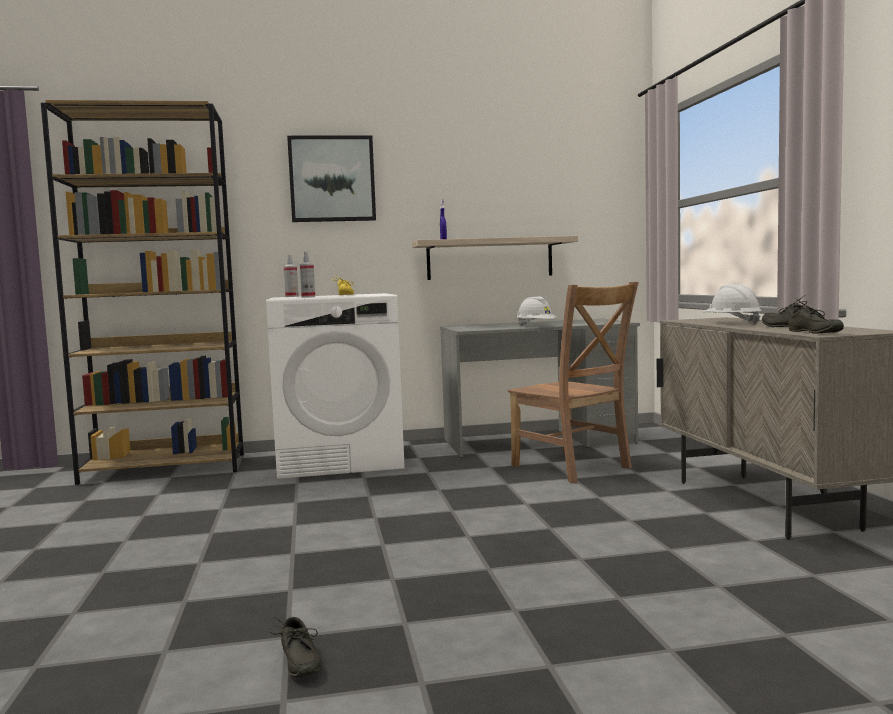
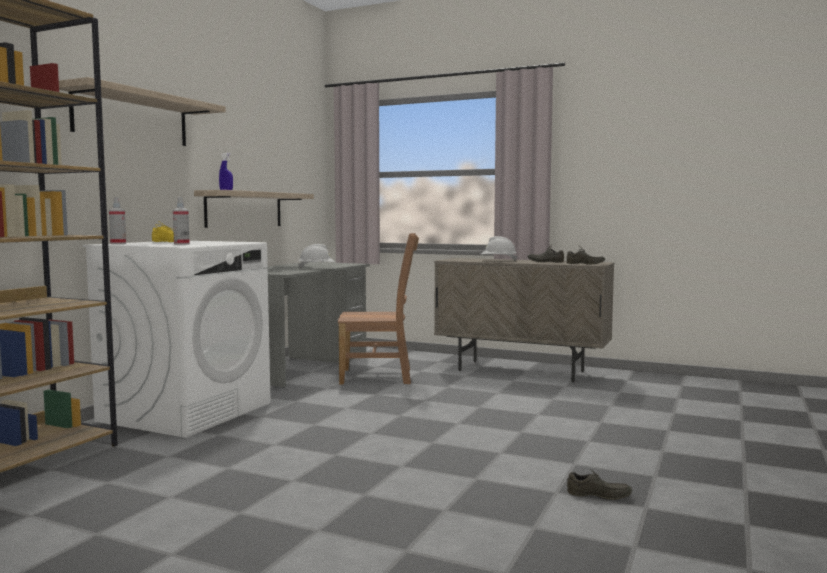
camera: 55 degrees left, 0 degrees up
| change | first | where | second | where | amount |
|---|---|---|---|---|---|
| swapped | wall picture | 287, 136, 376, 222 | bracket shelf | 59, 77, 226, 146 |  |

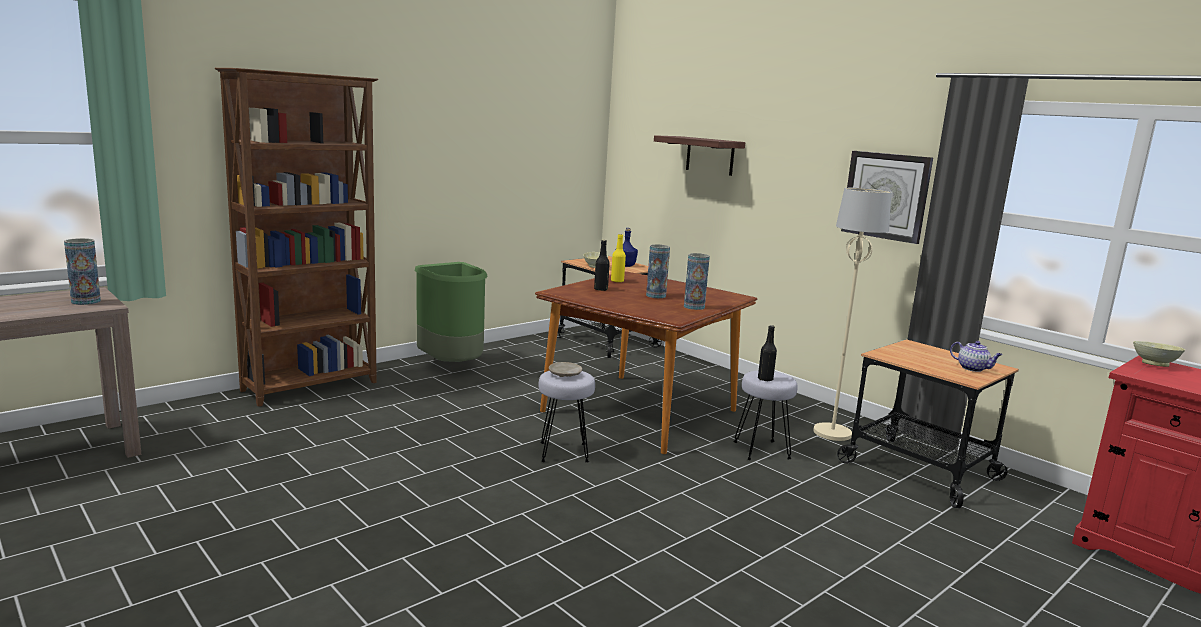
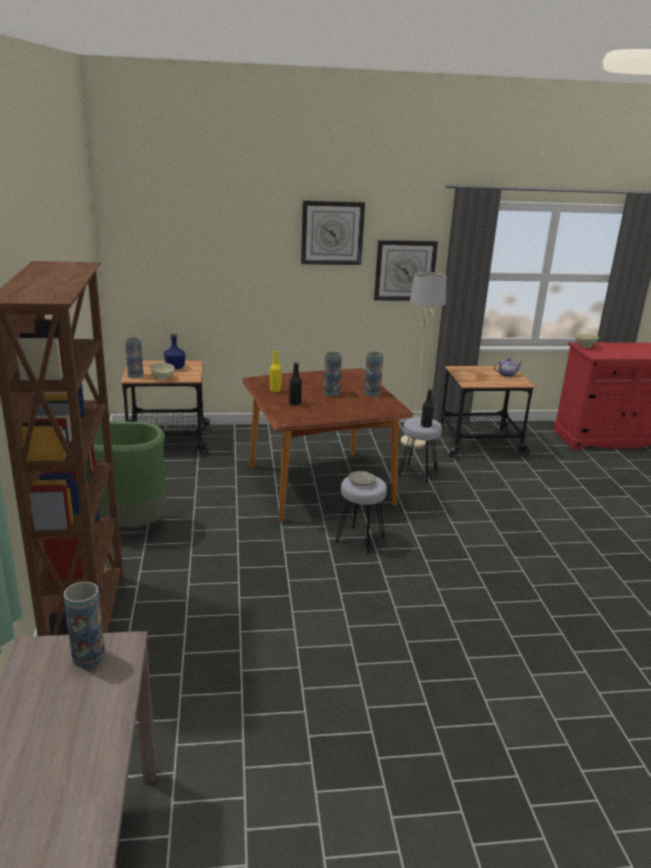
camera: 55 degrees left, 10 degrees up
| change | first | where | second | where | amount |
|---|---|---|---|---|---|
| gone | bracket shelf | 654, 135, 745, 176 |  |  |  |
| new |  |  | clock on the wall | 301, 200, 365, 265 |  |
| new |  |  | vase | 125, 337, 143, 378 |  |

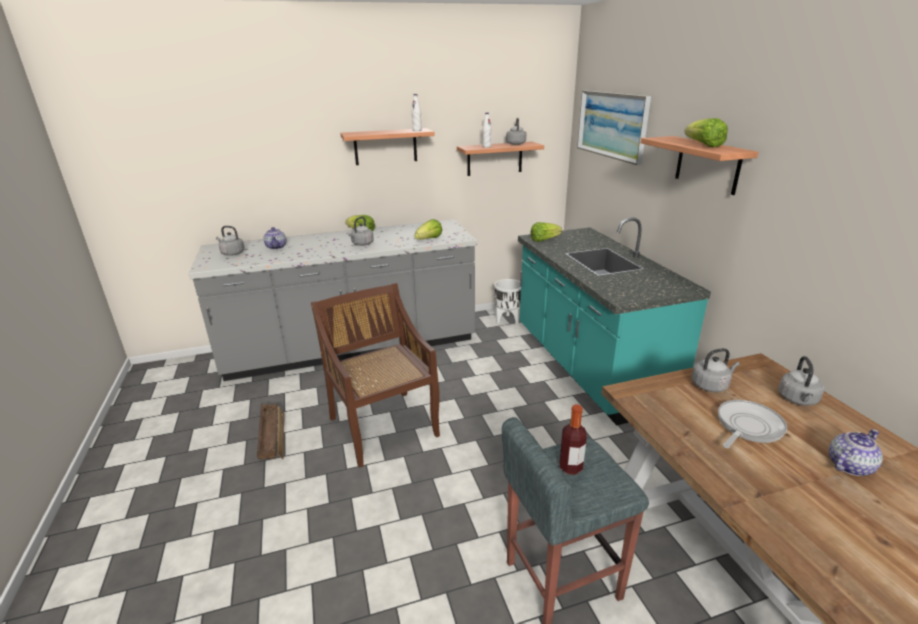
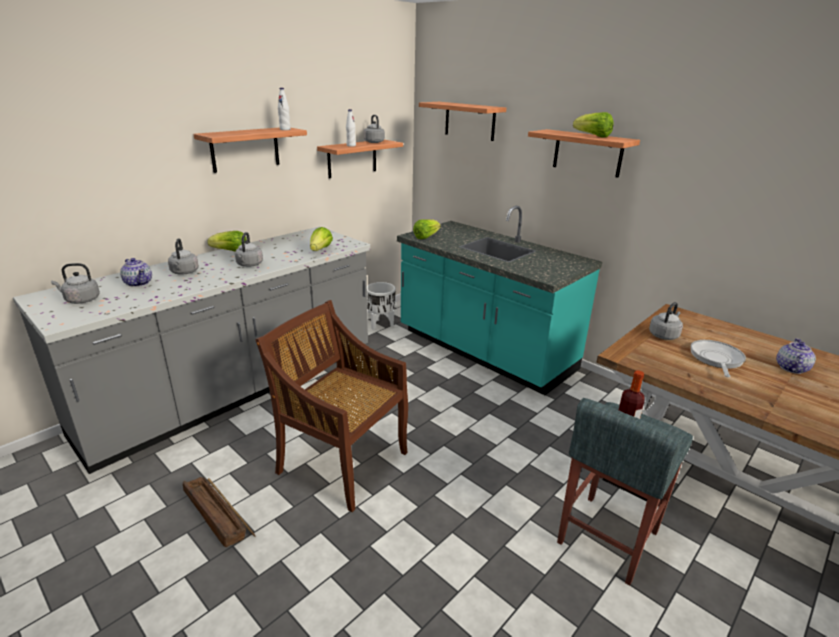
camera: 30 degrees left, 0 degrees up
| change | first | where | second | where | amount |
|---|---|---|---|---|---|
| swapped | wall picture | 577, 91, 651, 165 | bracket shelf | 419, 102, 506, 141 |  |
| shifted | water kettle in gray | 778, 356, 824, 406 |  | 168, 238, 199, 275 |  |

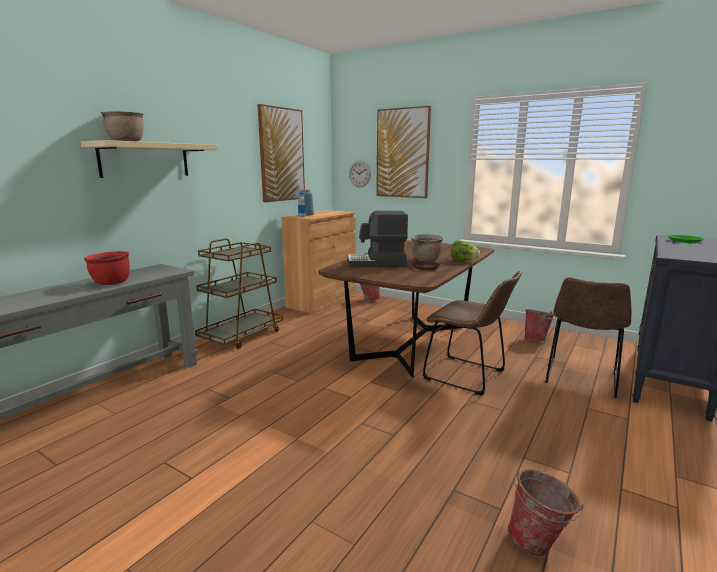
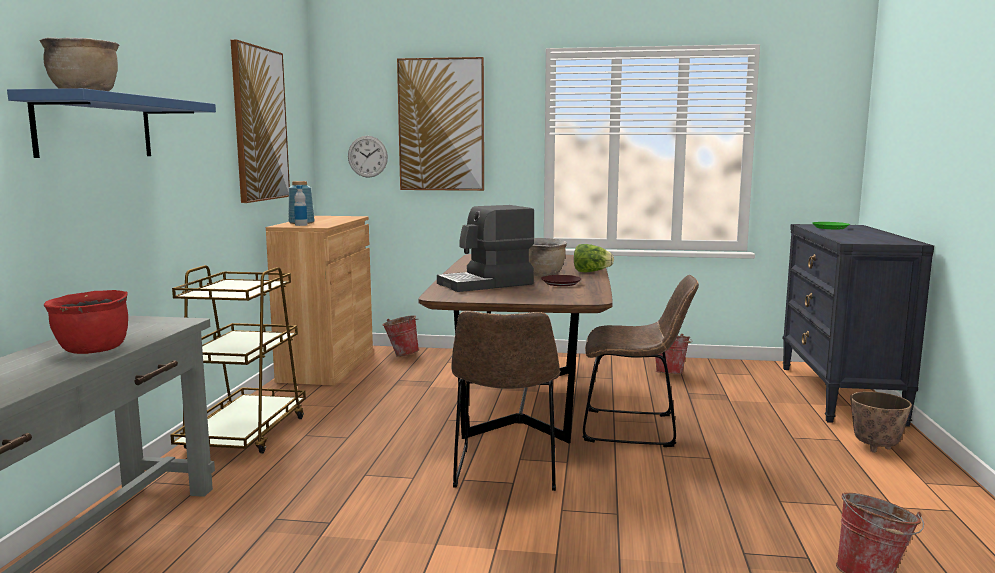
camera: 25 degrees left, 5 degrees down
| change | first | where | second | where | amount |
|---|---|---|---|---|---|
| repainted | bracket shelf in beige | 81, 140, 218, 178 | bracket shelf in blue-coloured | 7, 88, 216, 158 |  |
| shifted | upright chair in brown-coloured | 545, 277, 632, 398 |  | 451, 311, 560, 491 |  |
| new |  |  | flower pot | 850, 391, 912, 453 |  |

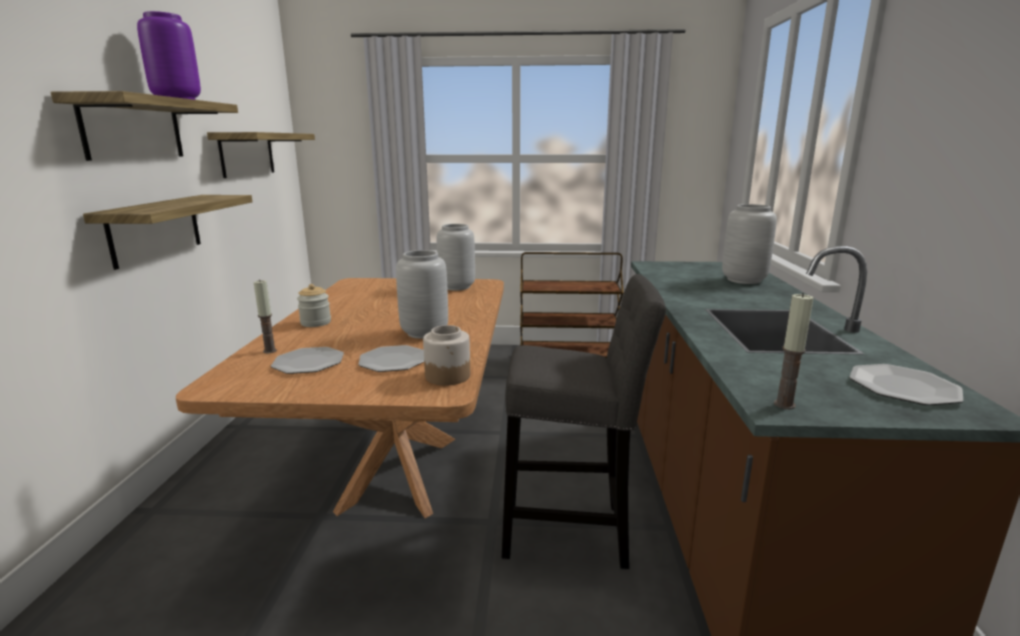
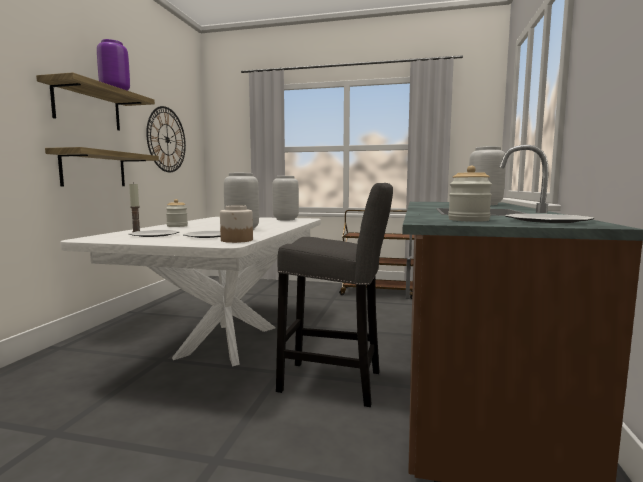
camera: 10 degrees right, 10 degrees down
| change | first | where | second | where | amount |
|---|---|---|---|---|---|
| swapped | bracket shelf | 207, 132, 315, 178 | clock on the wall | 146, 106, 186, 172 |  |
| repainted | dining table in brown-coloured | 176, 278, 504, 518 | dining table in whitish | 60, 217, 321, 366 |  |
| gone | candle | 774, 293, 814, 409 |  |  |  |
| new |  |  | jar | 448, 166, 492, 222 |  |

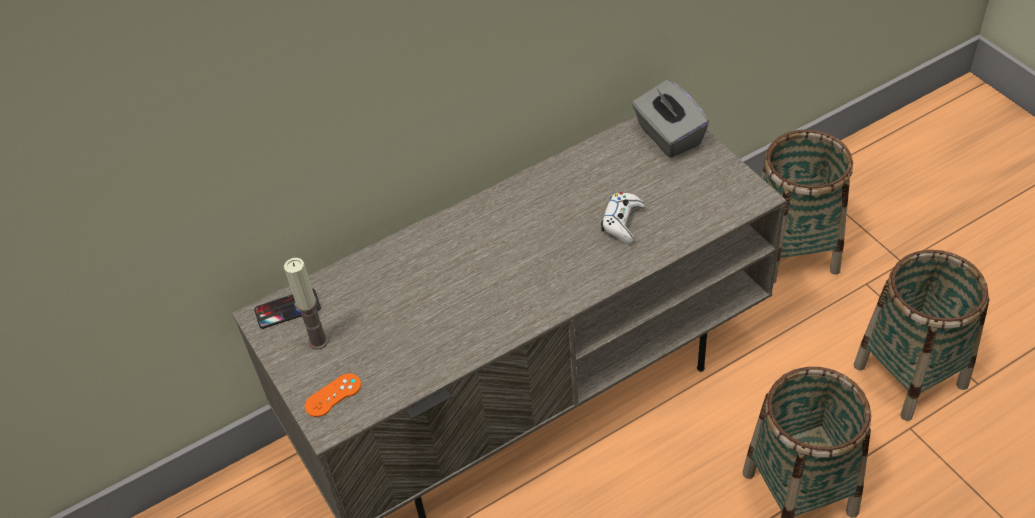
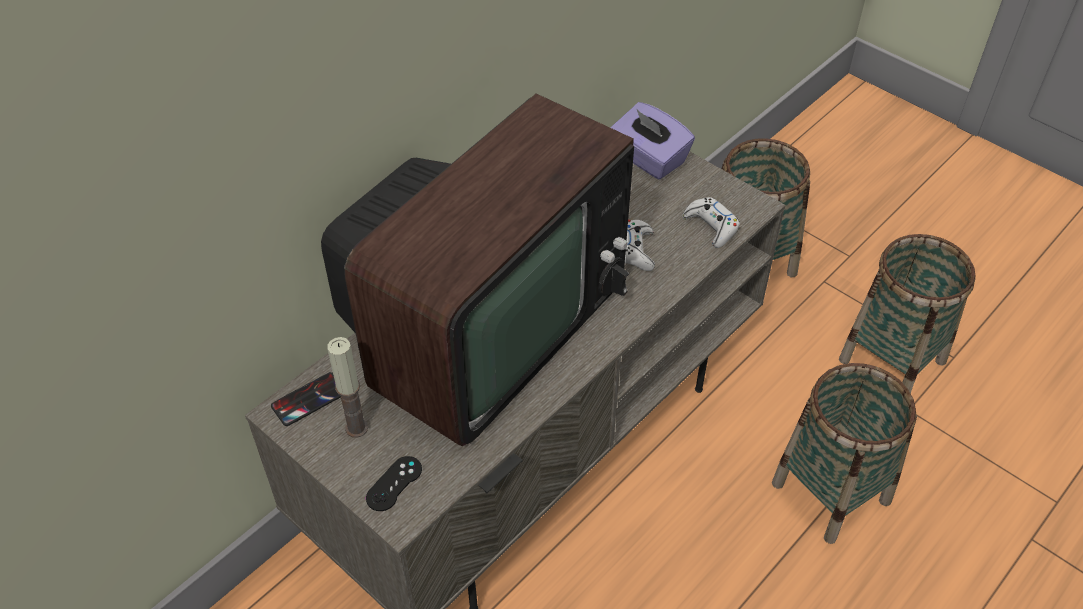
camera: 20 degrees left, 0 degrees up
| change | first | where | second | where | amount |
|---|---|---|---|---|---|
| repainted | box of tissues in gray | 632, 80, 709, 158 | box of tissues in purple-coloured | 610, 102, 695, 179 |  |
| repainted | gamepad in orangey | 305, 373, 361, 417 | gamepad in black-coloured | 366, 456, 422, 511 |  |
| new |  |  | TV | 321, 93, 634, 446 |  |
| new |  |  | gamepad in whitish | 682, 197, 740, 248 |  |

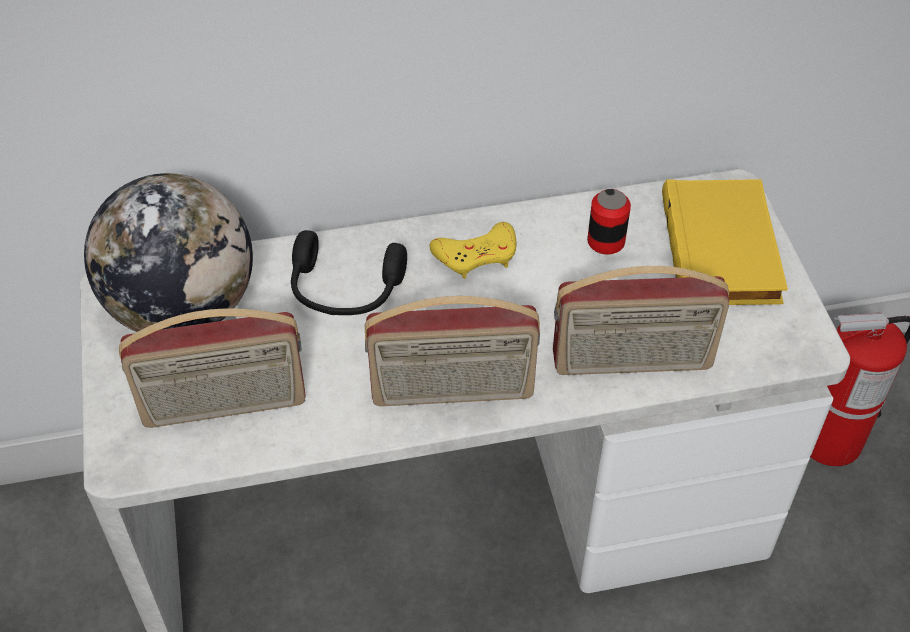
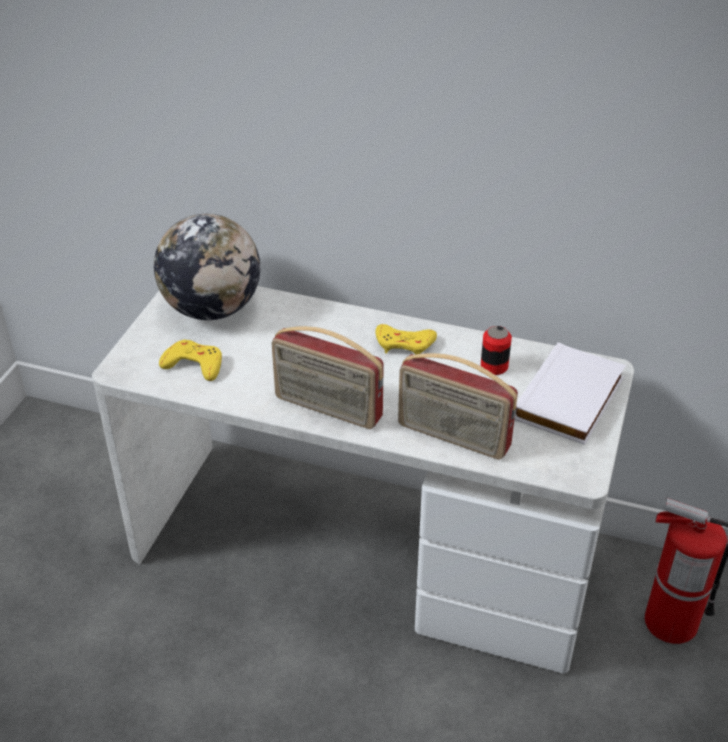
camera: 30 degrees right, 10 degrees down
| change | first | where | second | where | amount |
|---|---|---|---|---|---|
| repainted | volume in yellowish | 662, 179, 788, 305 | volume in whitish | 514, 342, 626, 445 |  |
| gone | headset in black-coloured | 291, 230, 407, 315 |  |  |  |
| swapped | radio set | 119, 309, 306, 428 | gamepad in yellowish | 159, 340, 222, 381 |  |

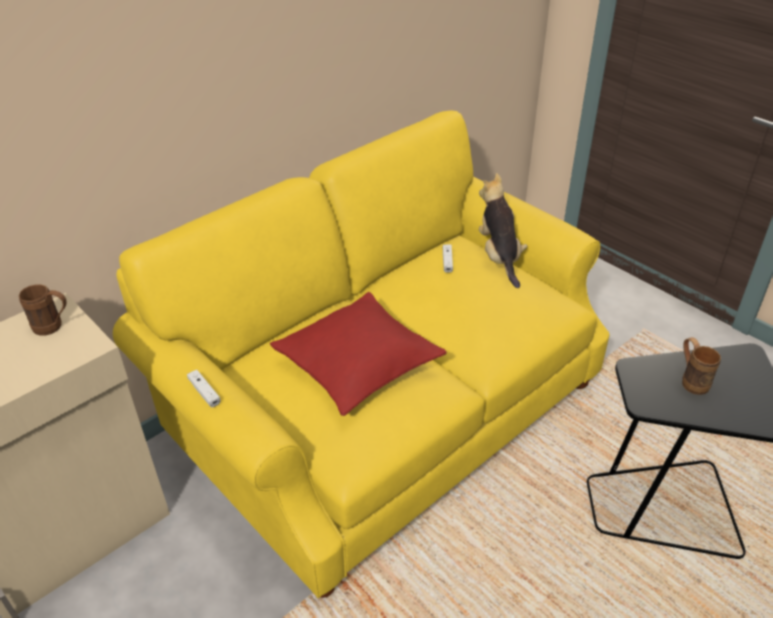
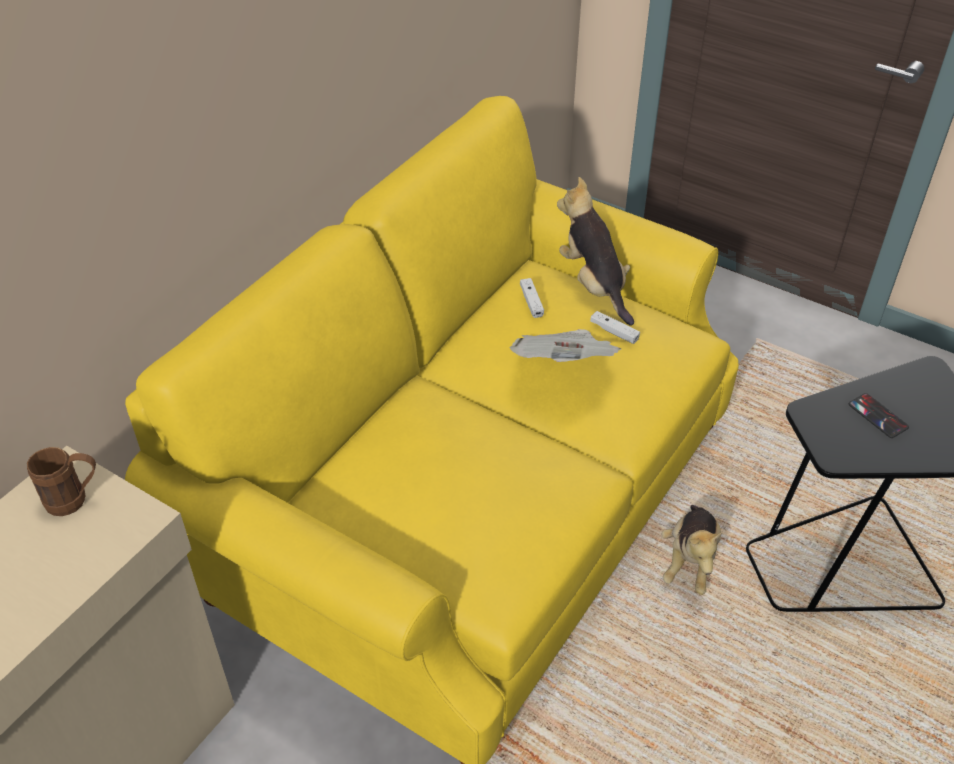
camera: 15 degrees left, 5 degrees up
| change | first | where | second | where | amount |
|---|---|---|---|---|---|
| gone | cushion in reddish | 270, 292, 447, 416 |  |  |  |
| swapped | mug in brown-coloured | 682, 337, 721, 395 | handset | 849, 393, 909, 438 |  |
| shifted | gamepad in whitish | 187, 370, 221, 407 |  | 590, 311, 640, 344 |  |
| new |  |  | daily paper | 510, 329, 621, 362 |  |
| new |  |  | cuddly toy | 662, 505, 723, 595 |  |

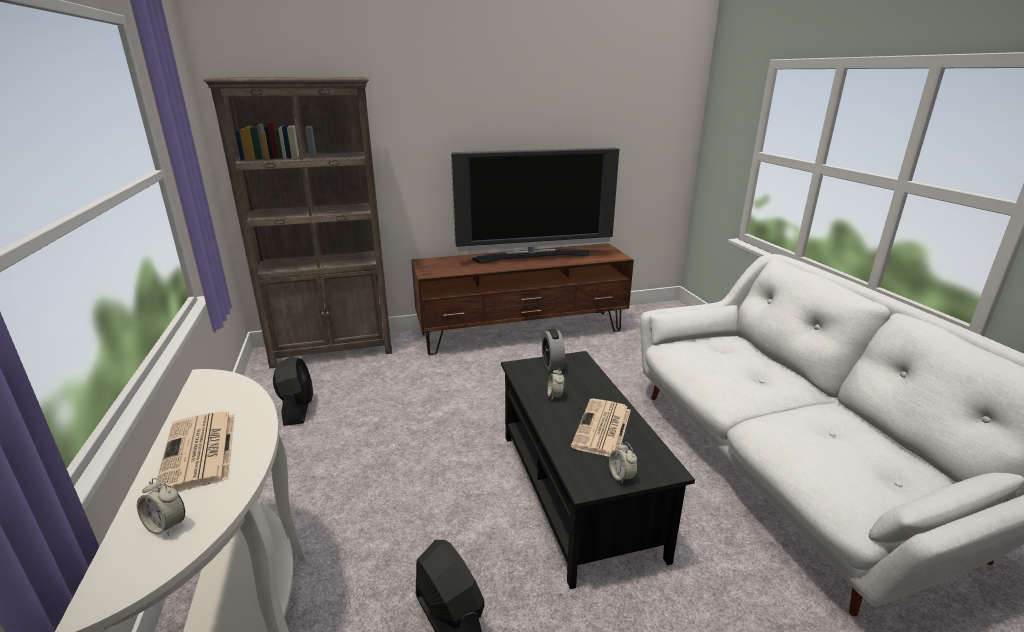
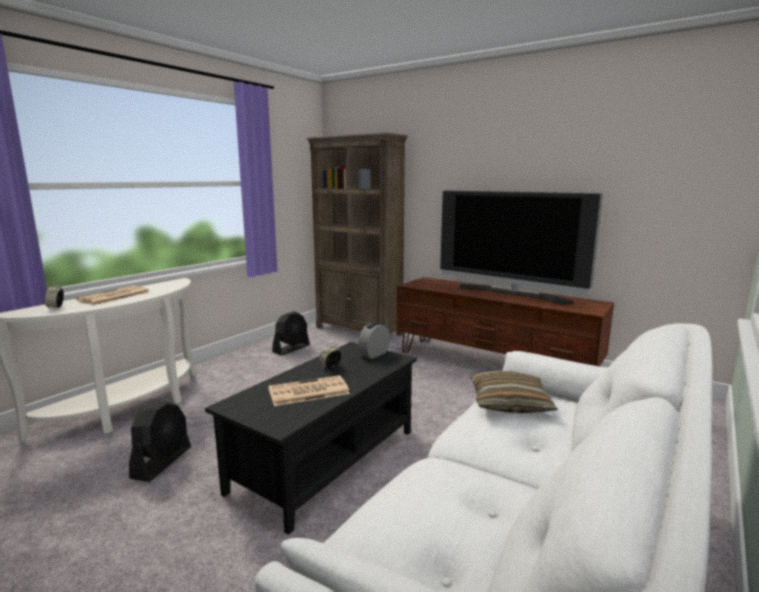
camera: 50 degrees right, 10 degrees down
| change | first | where | second | where | amount |
|---|---|---|---|---|---|
| gone | alarm clock | 609, 442, 638, 485 |  |  |  |
| new |  |  | cushion | 470, 371, 558, 413 |  |

